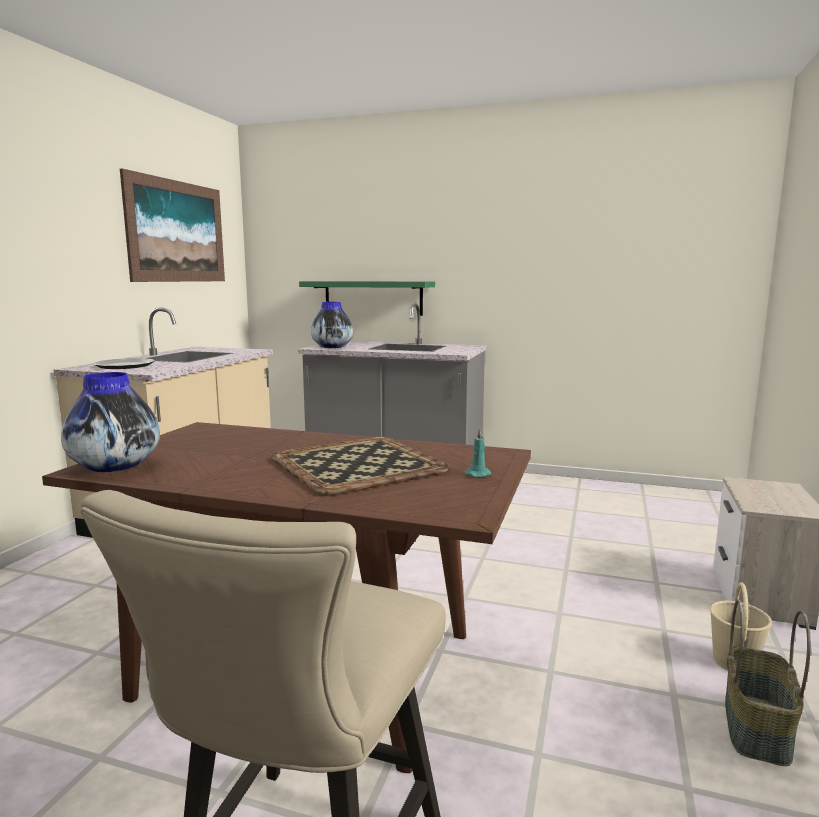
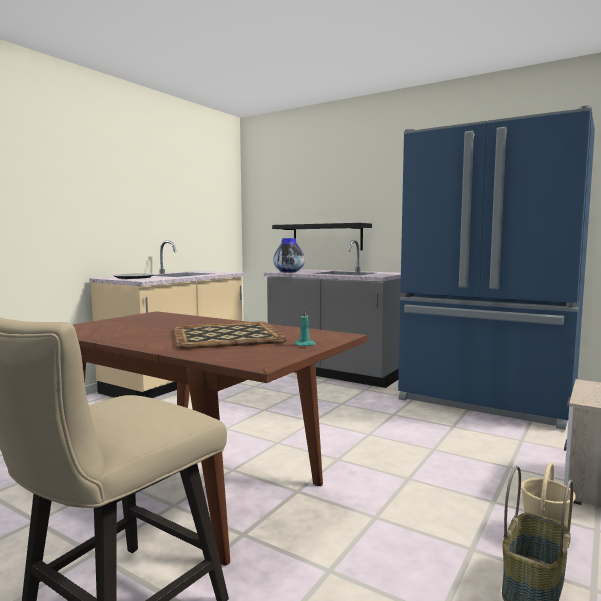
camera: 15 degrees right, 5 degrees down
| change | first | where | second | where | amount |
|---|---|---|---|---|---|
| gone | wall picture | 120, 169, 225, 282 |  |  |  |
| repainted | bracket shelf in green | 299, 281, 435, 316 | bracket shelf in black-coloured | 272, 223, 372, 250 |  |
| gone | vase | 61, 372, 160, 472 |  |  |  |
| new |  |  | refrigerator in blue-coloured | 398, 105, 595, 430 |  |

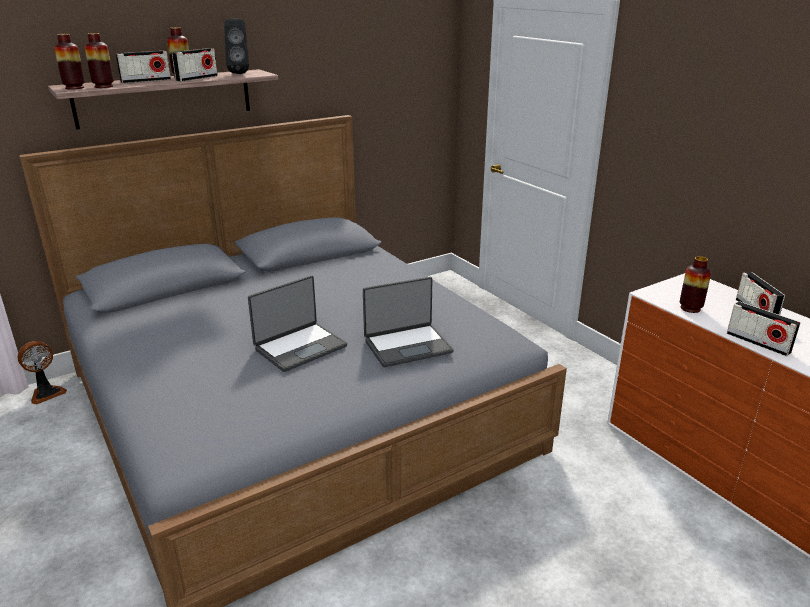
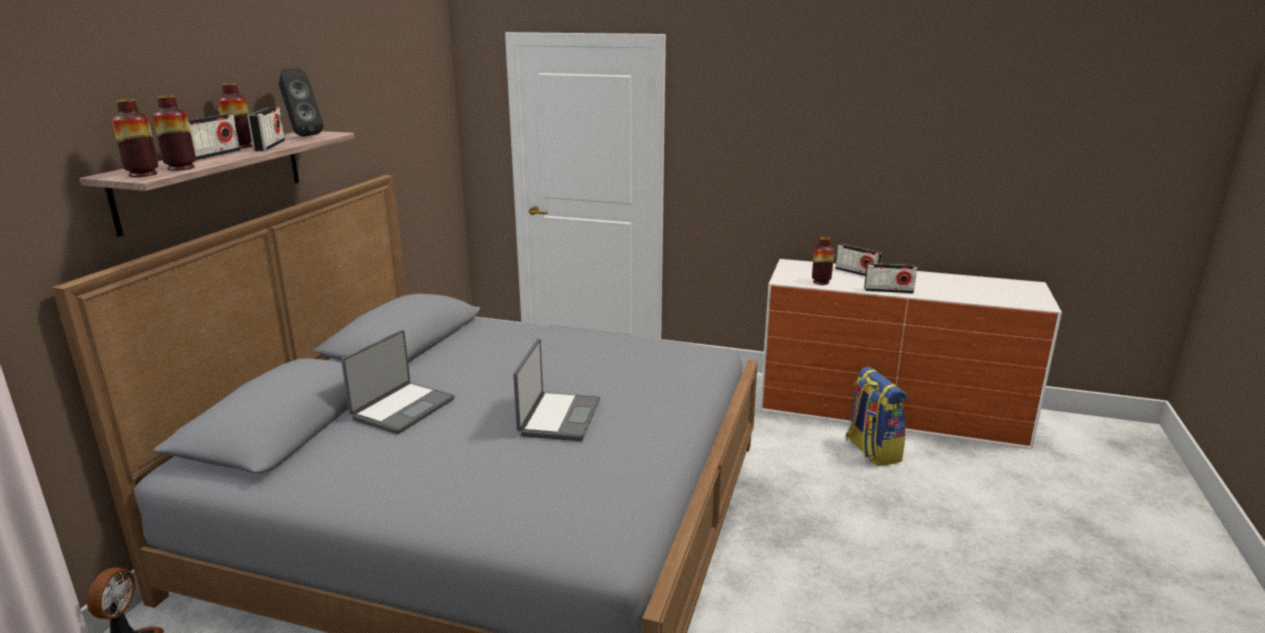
camera: 40 degrees left, 5 degrees down
| change | first | where | second | where | amount |
|---|---|---|---|---|---|
| shifted | notebook computer | 363, 277, 454, 367 |  | 341, 330, 455, 434 |  |
| new |  |  | rucksack | 845, 367, 907, 466 |  |

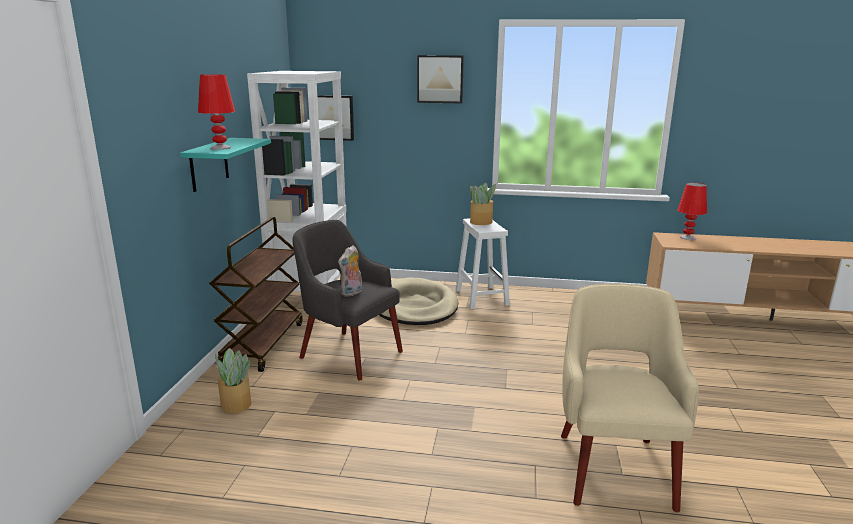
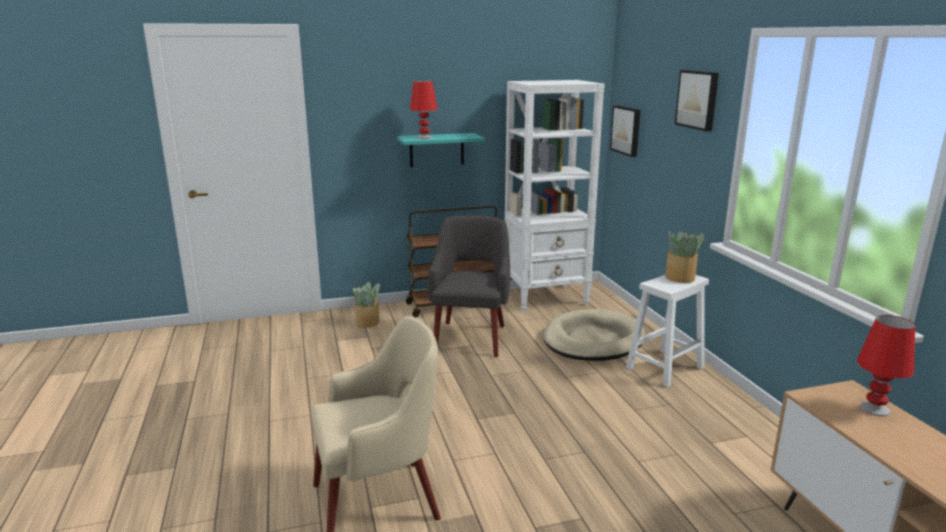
camera: 65 degrees right, 0 degrees up
| change | first | where | second | where | amount |
|---|---|---|---|---|---|
| gone | cuddly toy | 338, 245, 362, 297 |  |  |  |

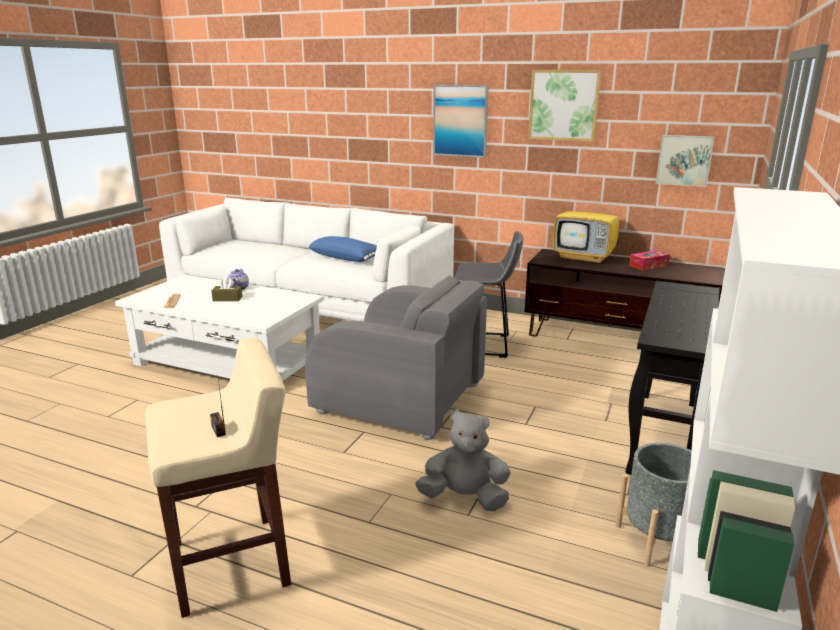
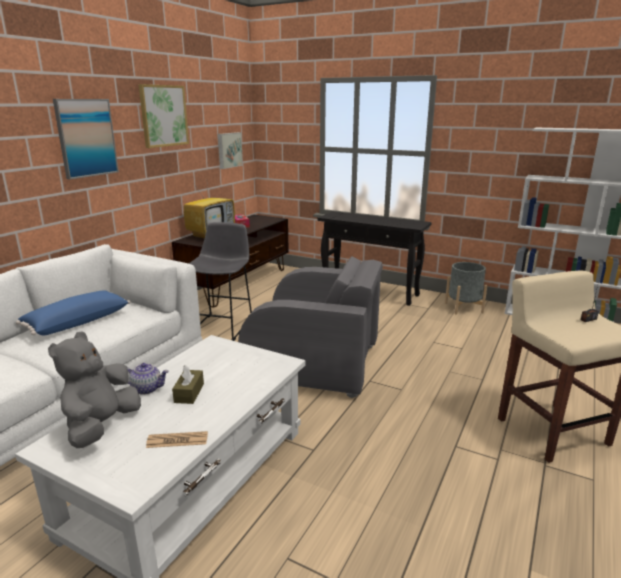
camera: 85 degrees left, 0 degrees up
| change | first | where | second | where | amount |
|---|---|---|---|---|---|
| rotated | armchair in gray | 305, 275, 487, 440 |  | 238, 256, 383, 398 | 75 degrees clockwise |
| shifted | cuddly toy in gray | 416, 409, 511, 511 |  | 48, 331, 141, 448 |  |

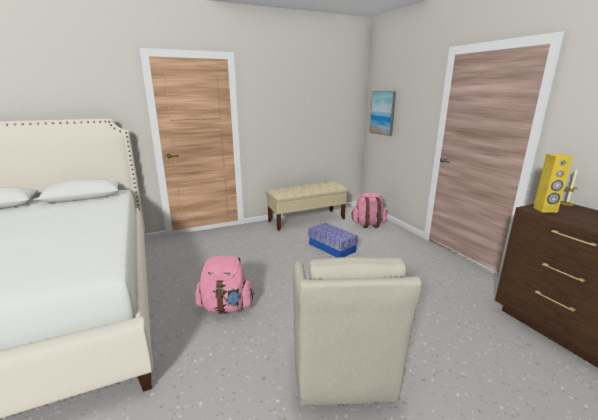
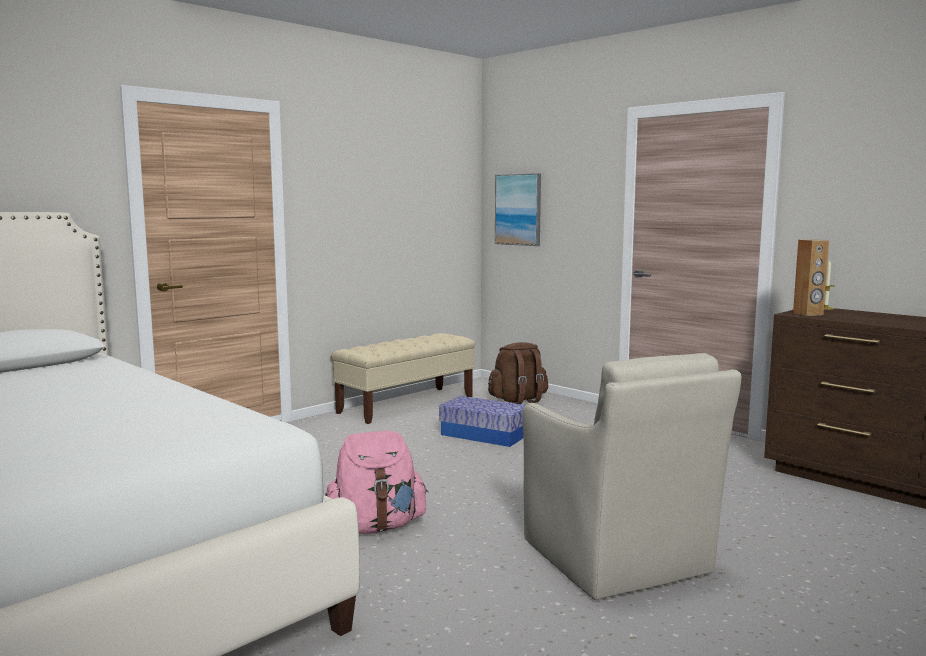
camera: 20 degrees left, 10 degrees down
| change | first | where | second | where | amount |
|---|---|---|---|---|---|
| repainted | speaker in yellowish | 533, 154, 573, 213 | speaker in brown-coloured | 793, 239, 829, 316 |  |
| repainted | rucksack in pink | 351, 193, 387, 228 | rucksack in brown-coloured | 488, 342, 548, 404 |  |

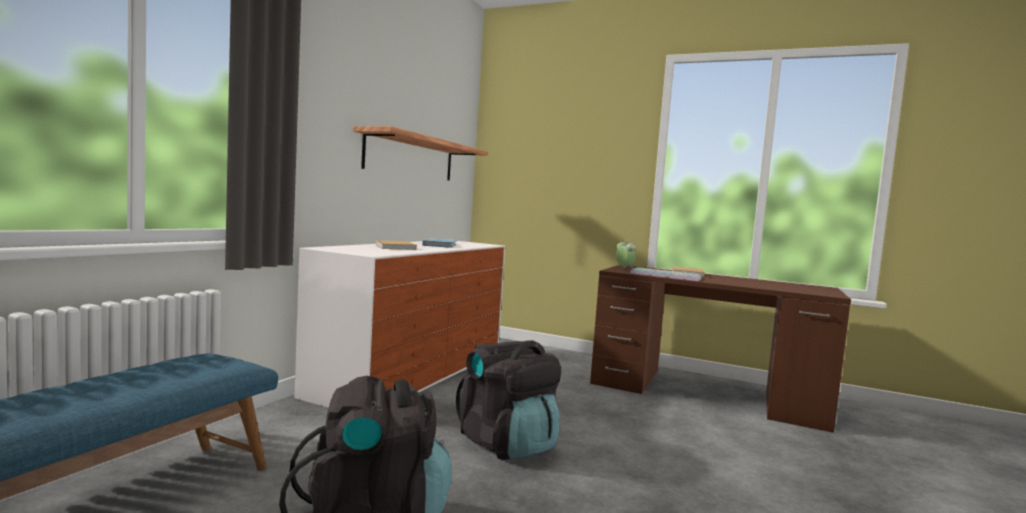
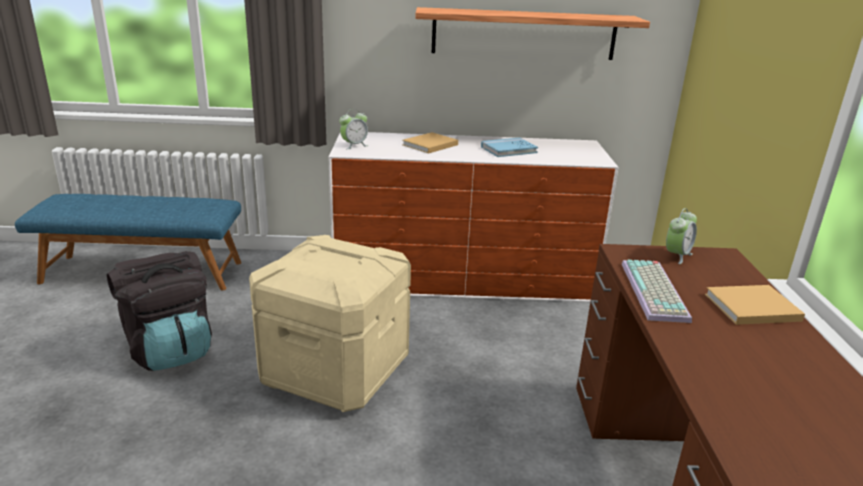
camera: 65 degrees right, 20 degrees up
| change | first | where | second | where | amount |
|---|---|---|---|---|---|
| swapped | rucksack in black-coloured | 456, 340, 561, 460 | storage box in beige | 249, 235, 411, 412 |  |
| new |  |  | alarm clock | 339, 109, 368, 149 |  |

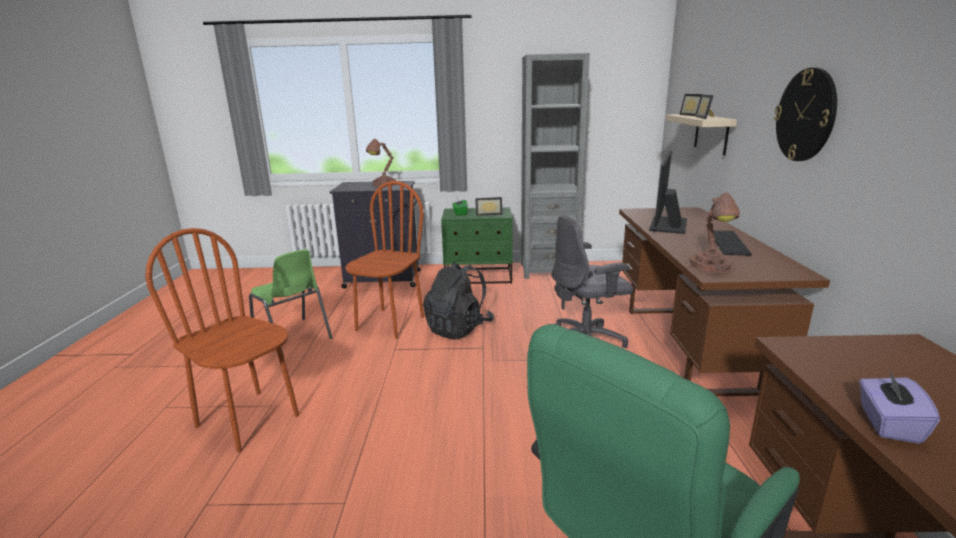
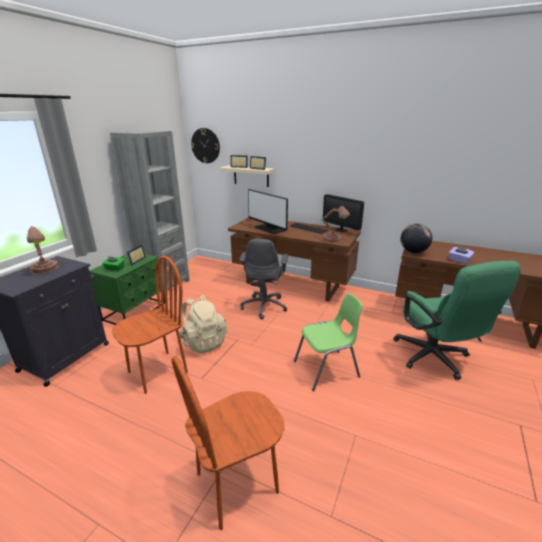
camera: 65 degrees left, 5 degrees up
| change | first | where | second | where | amount |
|---|---|---|---|---|---|
| shifted | clock on the wall | 774, 68, 837, 161 |  | 191, 128, 220, 163 |  |
| rotated | upright chair in brown-coloured | 346, 181, 424, 339 |  | 111, 256, 188, 394 | 90 degrees clockwise |
| shifted | upright chair in green | 249, 249, 332, 357 |  | 294, 293, 363, 391 |  |
| repainted | rucksack in black-coloured | 423, 262, 494, 340 | rucksack in beige | 179, 295, 227, 354 |  |
| new |  |  | computer display | 323, 194, 364, 232 |  |
| new |  |  | world globe | 400, 224, 432, 253 |  |

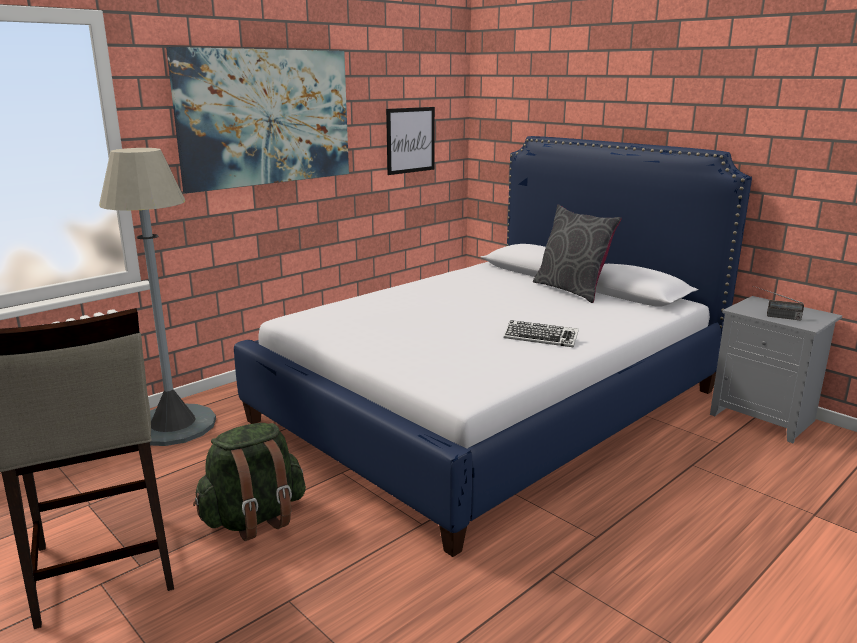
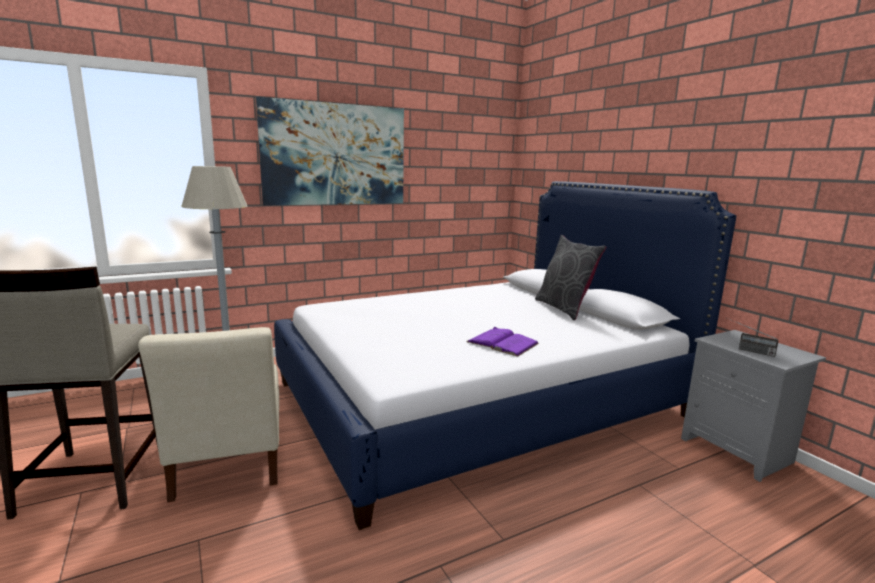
camera: 15 degrees right, 5 degrees down
| change | first | where | second | where | amount |
|---|---|---|---|---|---|
| gone | wall picture | 386, 107, 435, 175 |  |  |  |
| swapped | computer keyboard | 504, 320, 579, 348 | volume in purple-coloured | 466, 327, 539, 357 |  |
| swapped | rucksack in green | 193, 423, 306, 541 | upright chair in beige | 138, 327, 279, 502 |  |

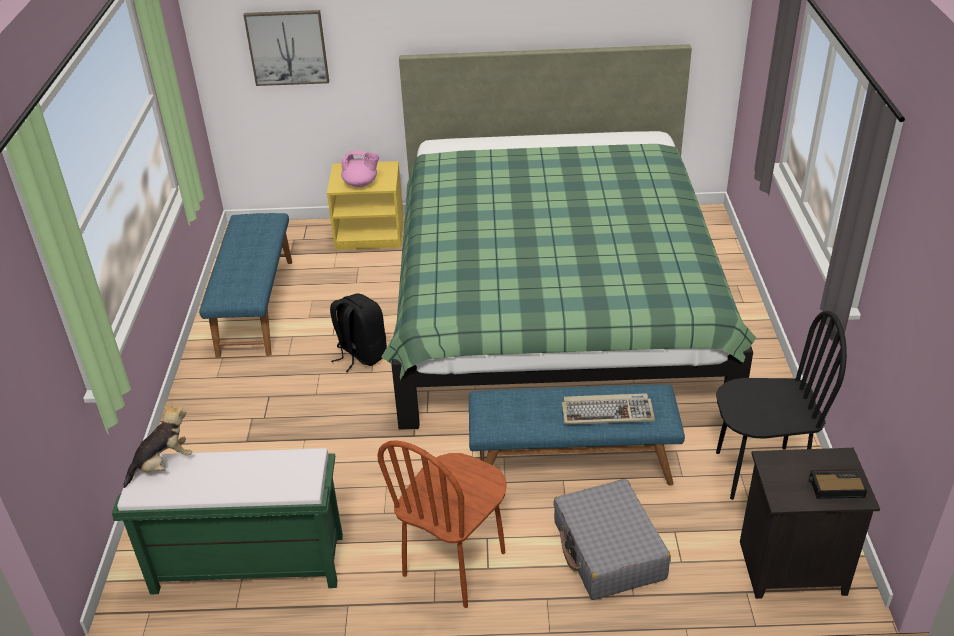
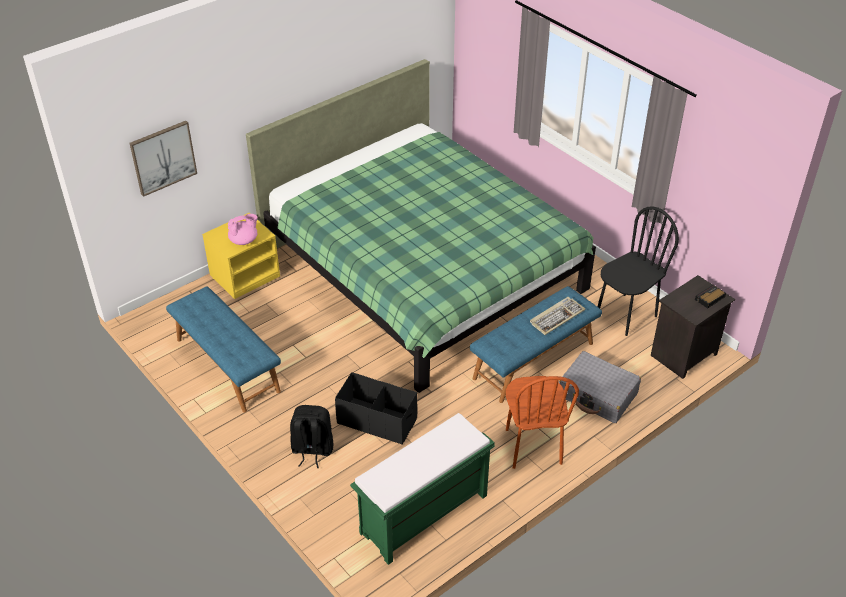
camera: 40 degrees left, 5 degrees up
| change | first | where | second | where | amount |
|---|---|---|---|---|---|
| shifted | rucksack in black-coloured | 330, 293, 387, 372 |  | 290, 405, 333, 468 |  |
| gone | cuddly toy | 123, 402, 192, 488 |  |  |  |
| new |  |  | storage box in black-coloured | 335, 372, 418, 444 |  |

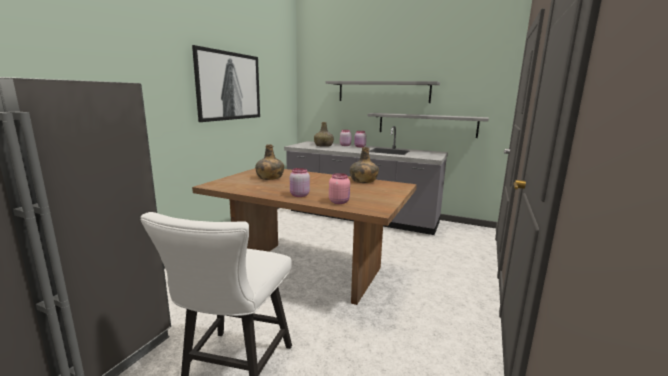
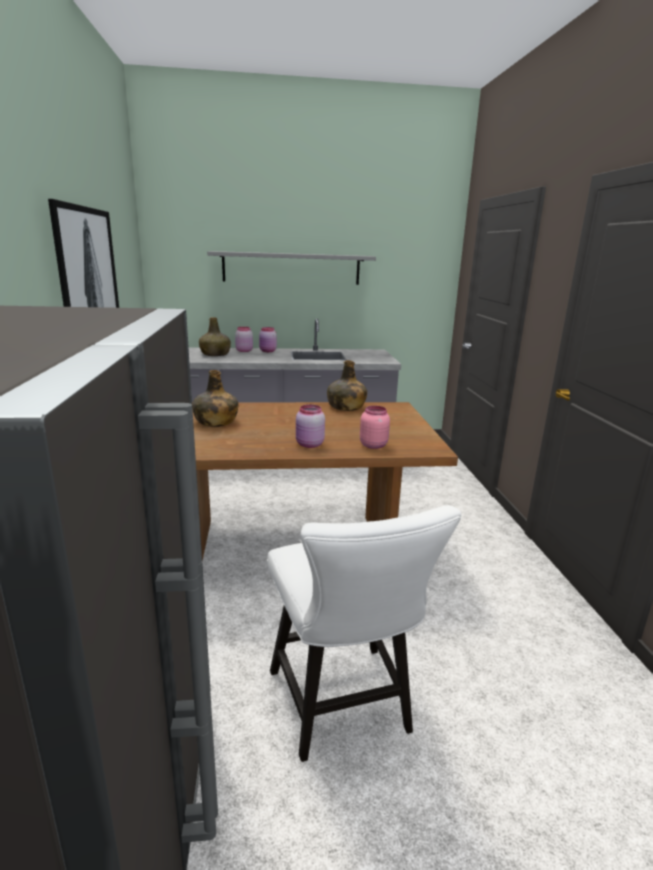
camera: 30 degrees left, 5 degrees up
| change | first | where | second | where | amount |
|---|---|---|---|---|---|
| gone | bracket shelf in gray | 368, 113, 489, 138 |  |  |  |

